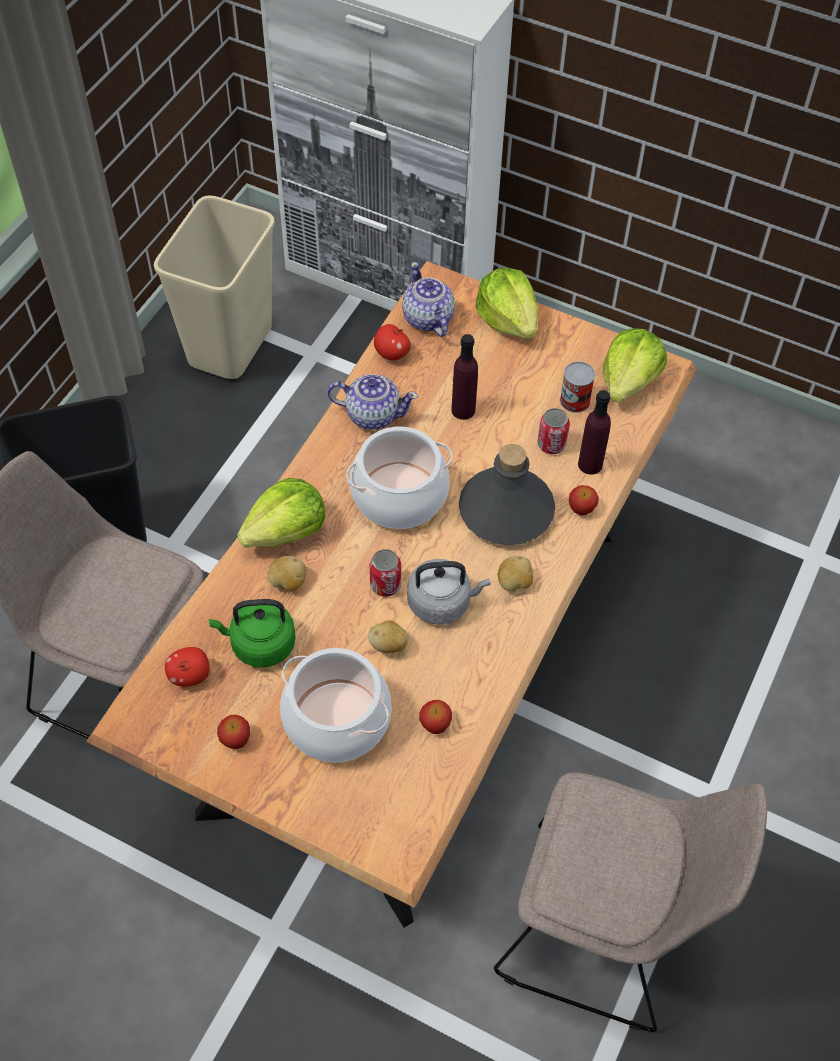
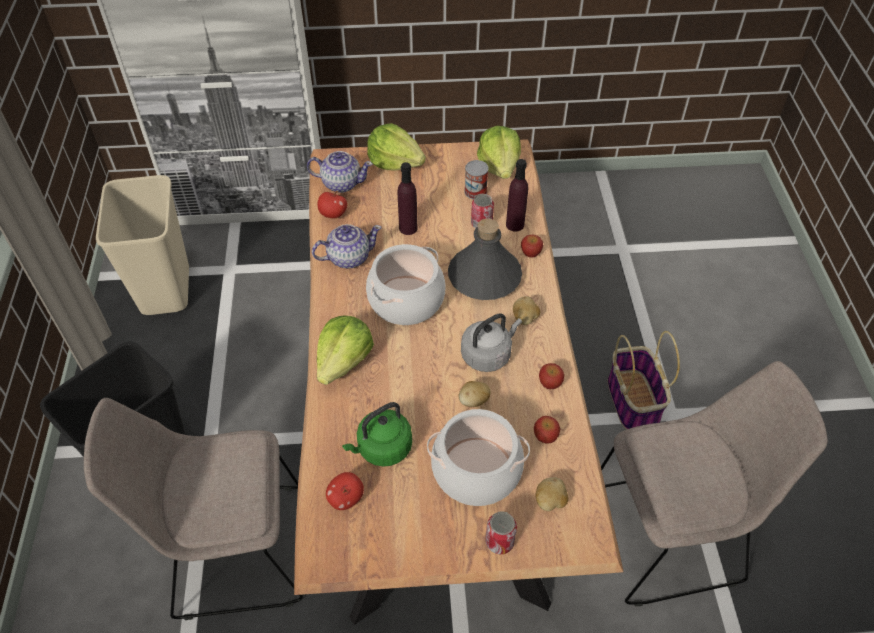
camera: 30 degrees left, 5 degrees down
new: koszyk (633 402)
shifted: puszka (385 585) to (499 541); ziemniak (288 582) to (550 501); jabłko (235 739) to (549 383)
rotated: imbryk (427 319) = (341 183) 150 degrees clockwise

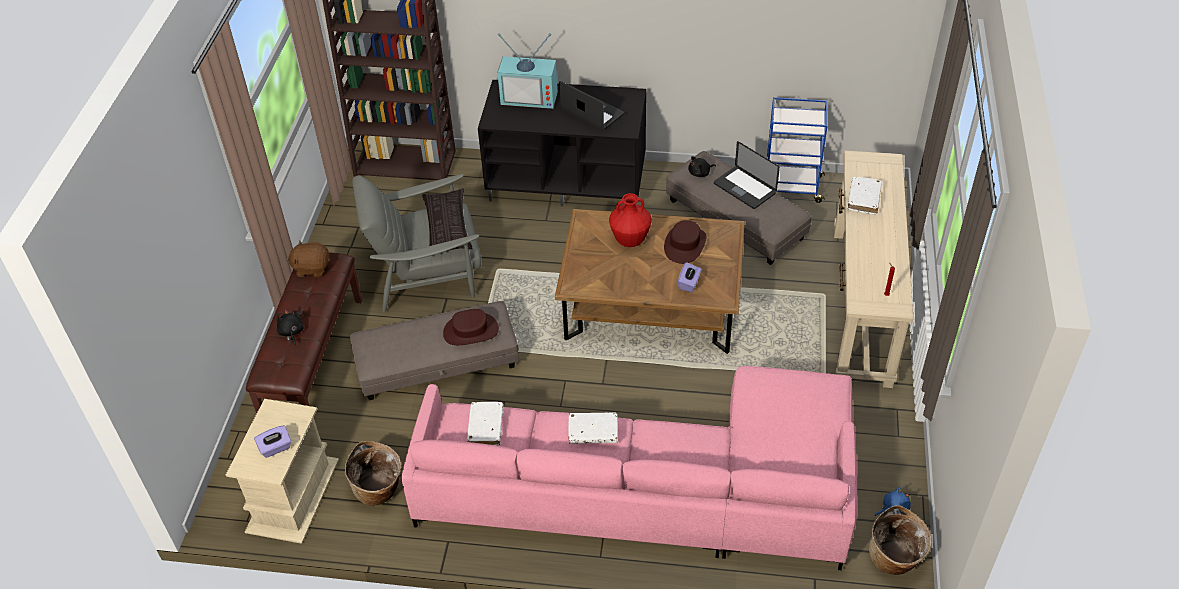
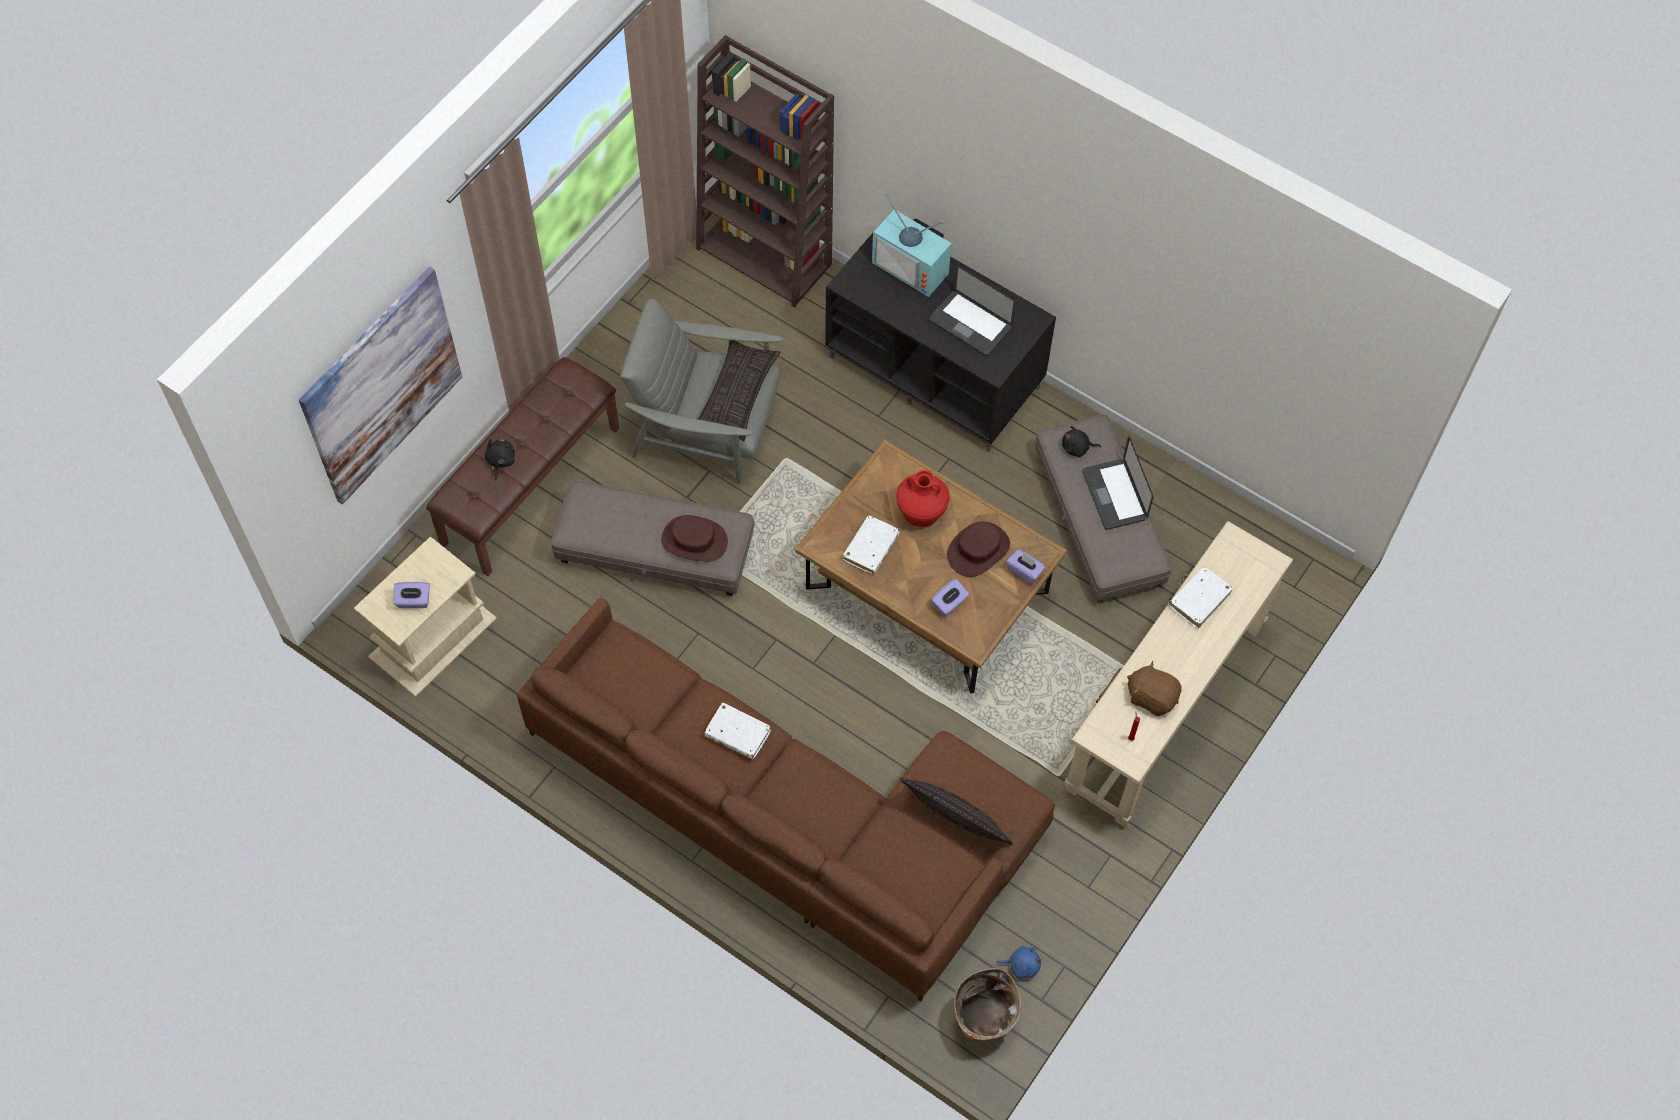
camera: 25 degrees right, 15 degrees up
gone: wózek [niebieski] (791 187); koszyk (379 490)
new: obraz (382 386); pudełko chusteczek [fioletowy] (1024 571); poduszka (955 820)
shifted: pluszak [brązowy] (311 268) to (1152 696); książka [biały] (485 427) to (870 548)
repainted: kanapa [różowy] (656 489) to kanapa [brązowy] (792 816)
rotated: laptop (592 112) = (970 324) 150 degrees clockwise

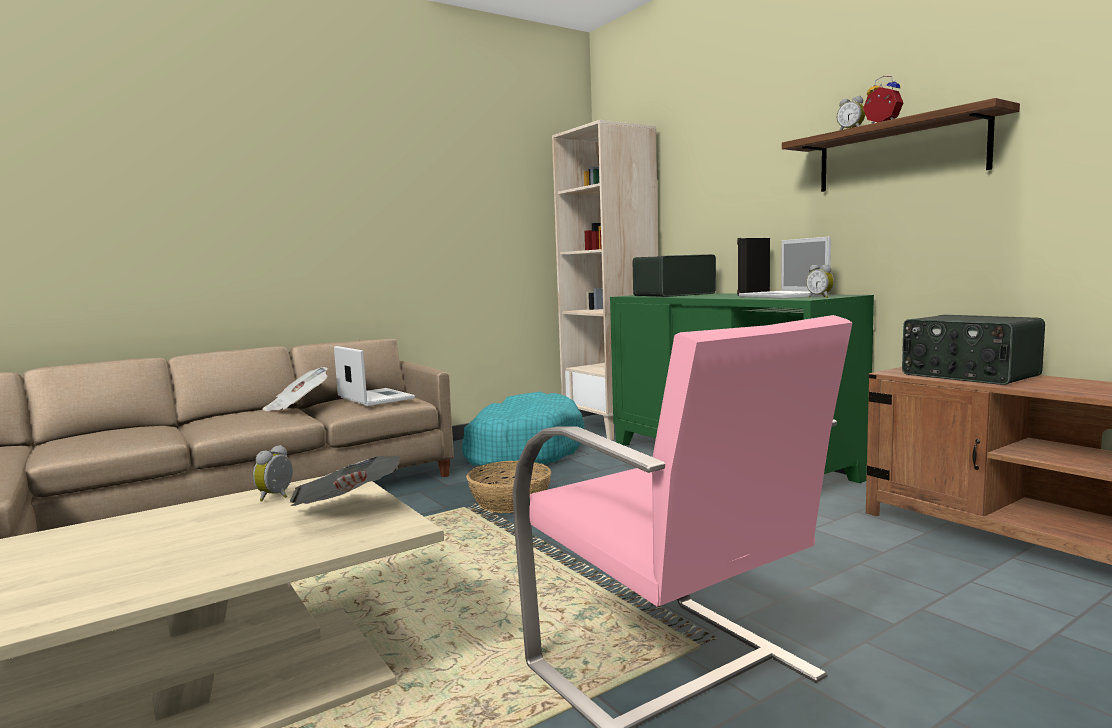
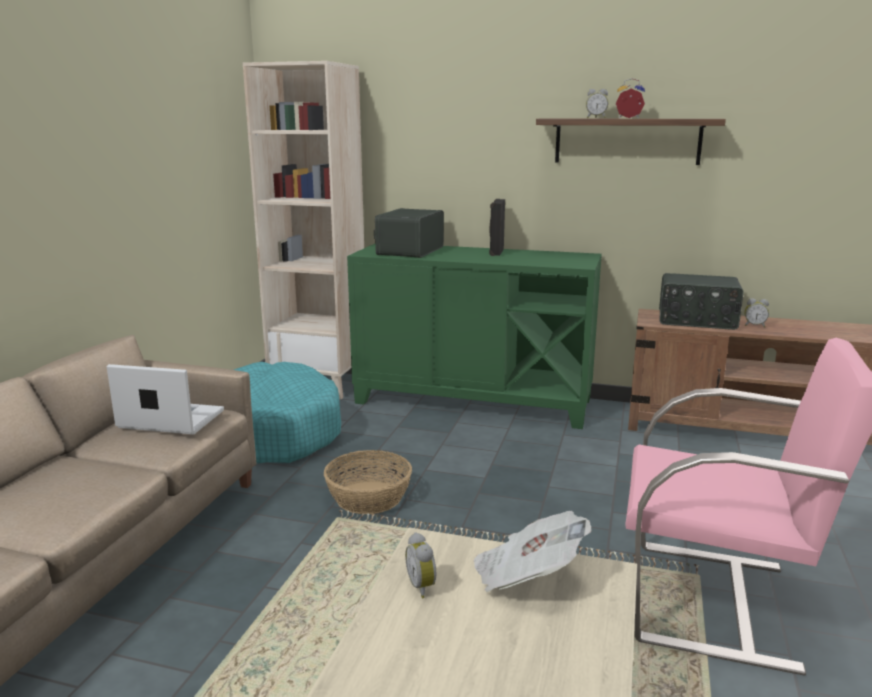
camera: 40 degrees left, 10 degrees up
gone: laptop (784 296); gazeta (297 406)
shifted: budzik (820 297) to (754 326)

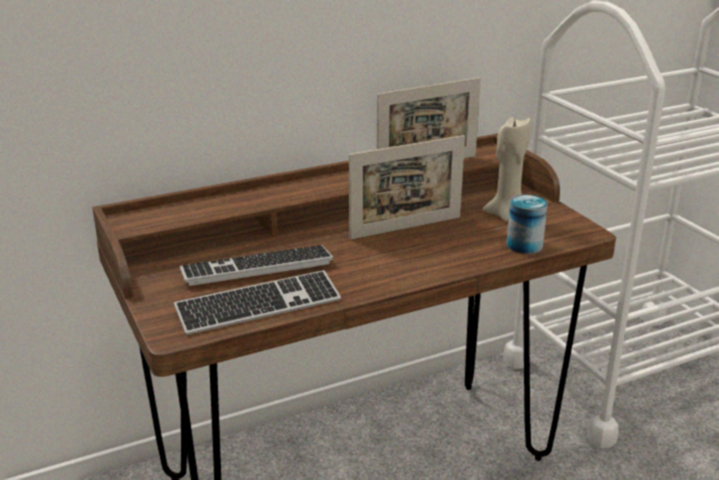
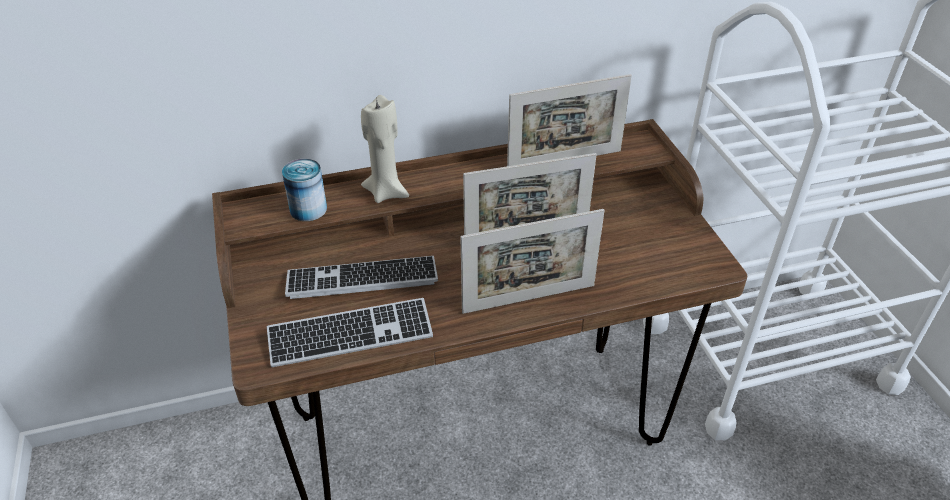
camera: 10 degrees right, 15 degrees up
new: ramka na zdjęcie (529 299)
shifted: świeca [beżowy] (506 214) to (386 192); puszka (524 245) to (308 209)

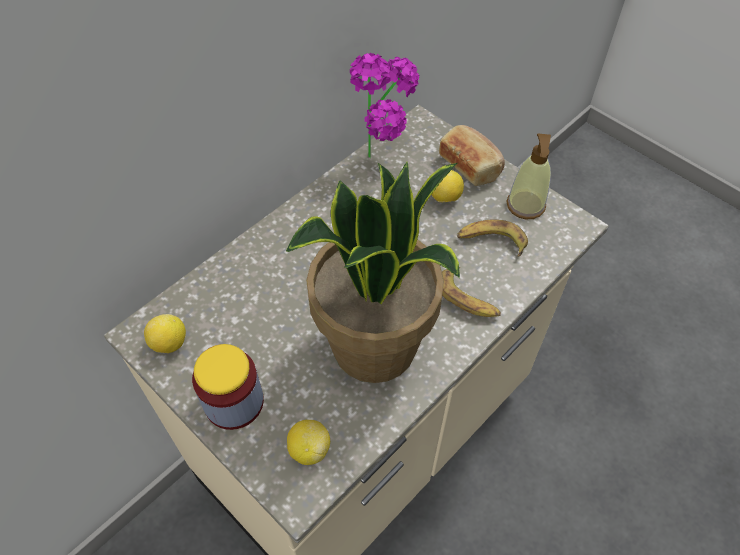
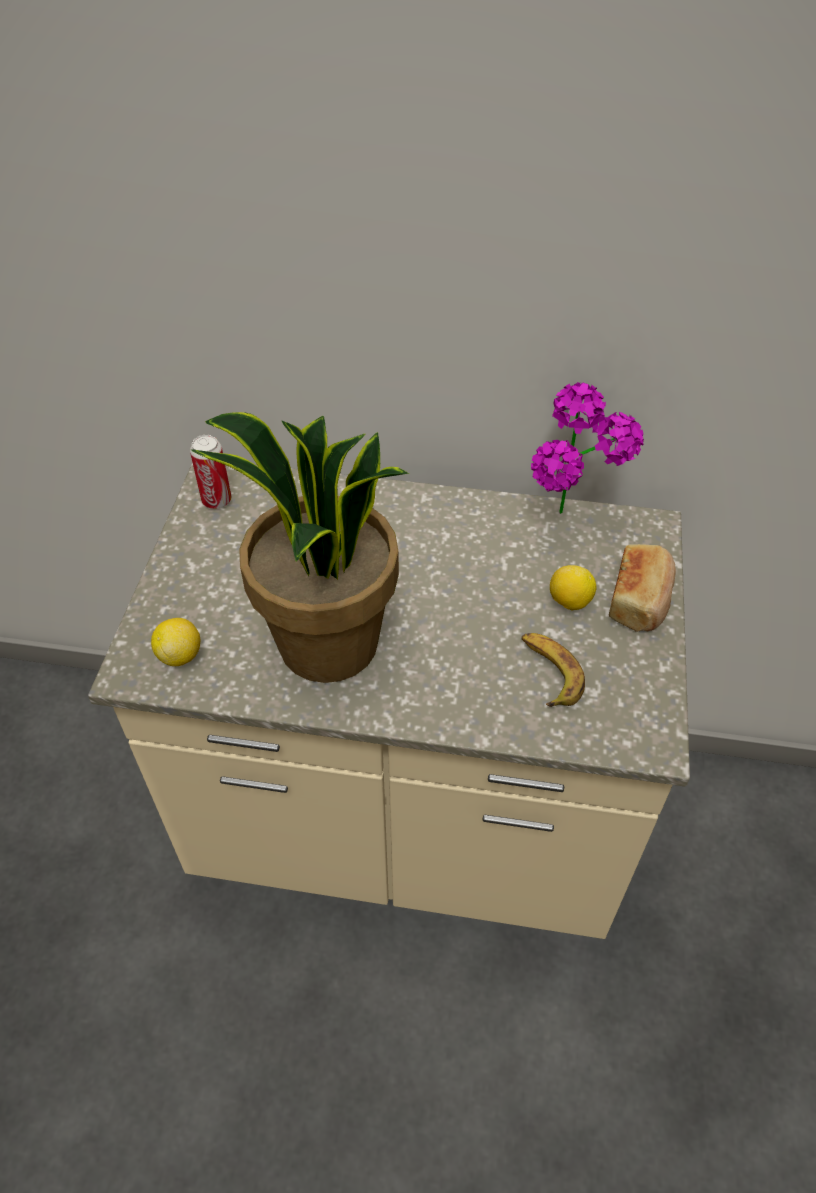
camera: 55 degrees right, 5 degrees down
gone: dozownik mydła (525 205); banan (468 298); słoik (234 402)
swapped: cytryna (169 343) to puszka (217 500)

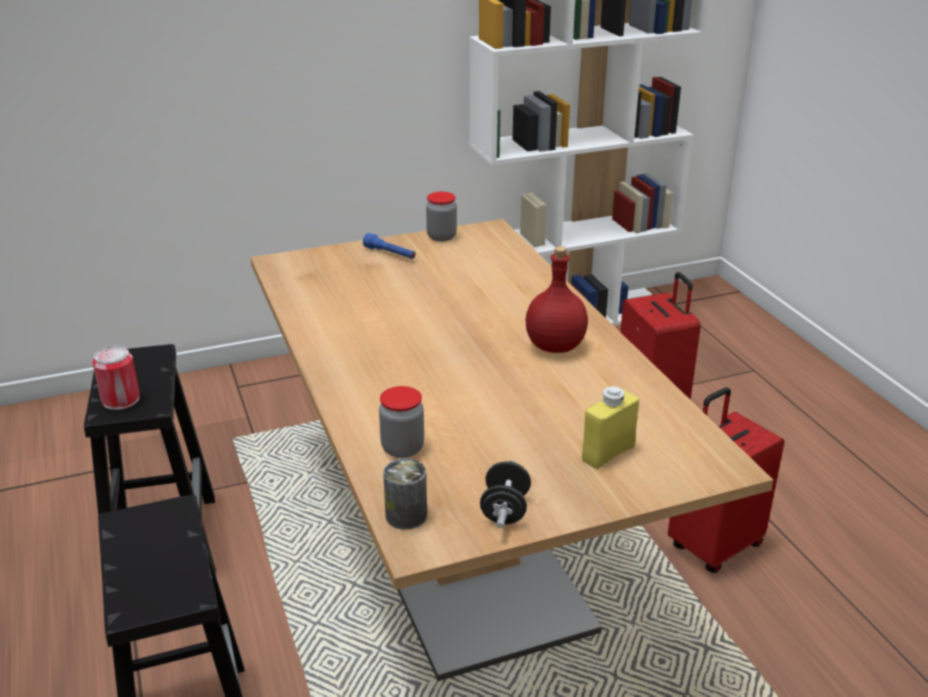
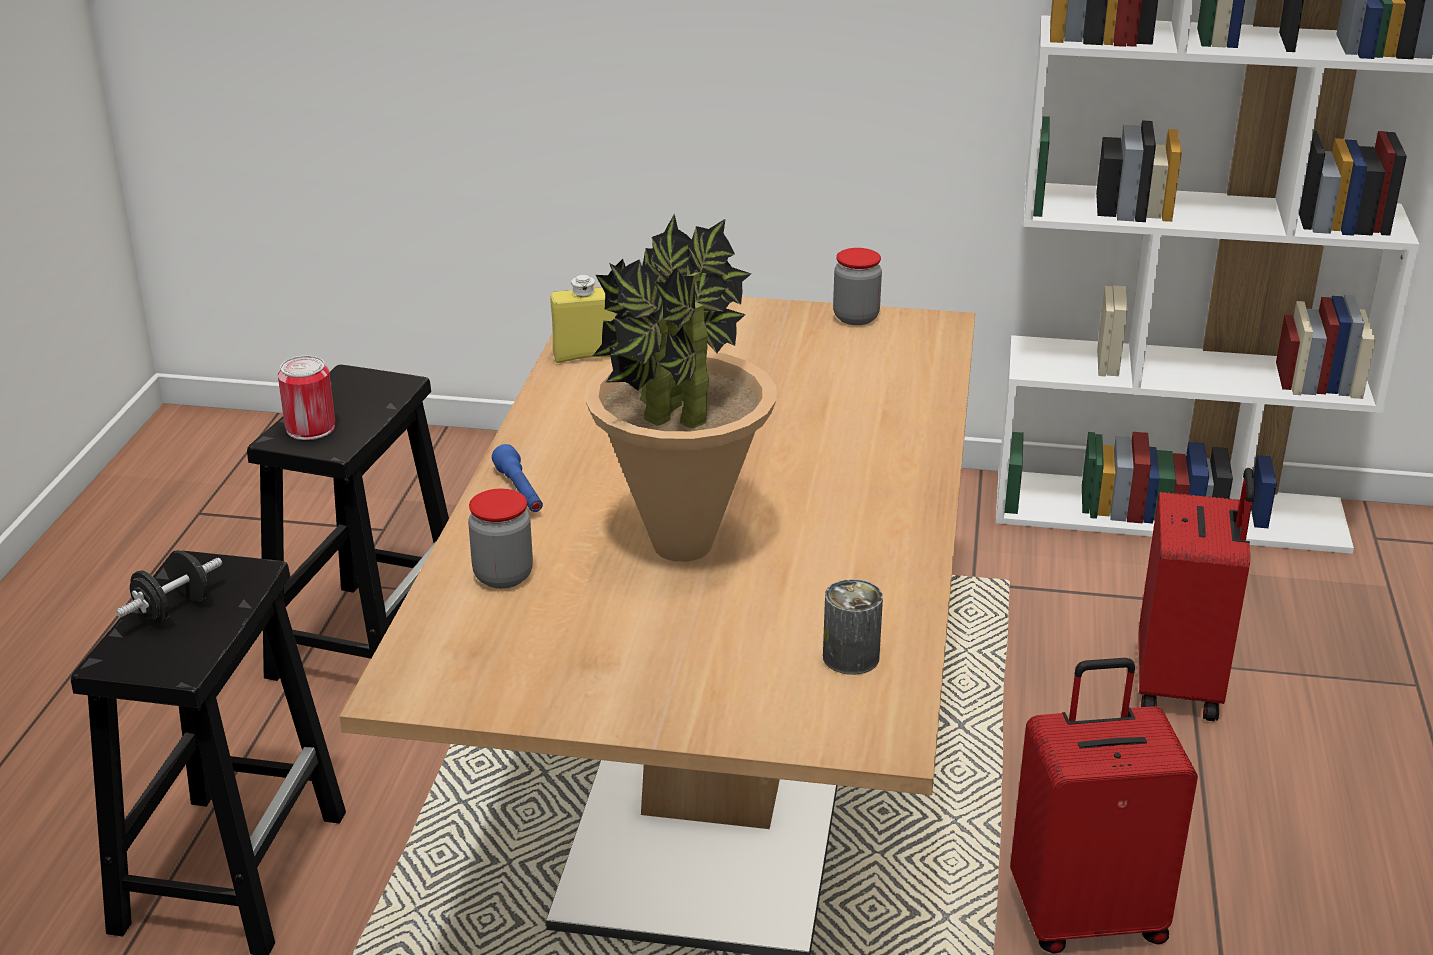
camera: 30 degrees right, 0 degrees up
gone: butelka [czerwony] (554 347)
new: roślina doniczkowa (682 546)
shifted: latarka [niebieski] (390 254) to (520 492); butelka [żółty] (608 453) to (586 355); puszka (406 515) to (851 657); hantel [czarny] (505 510) to (173 609)

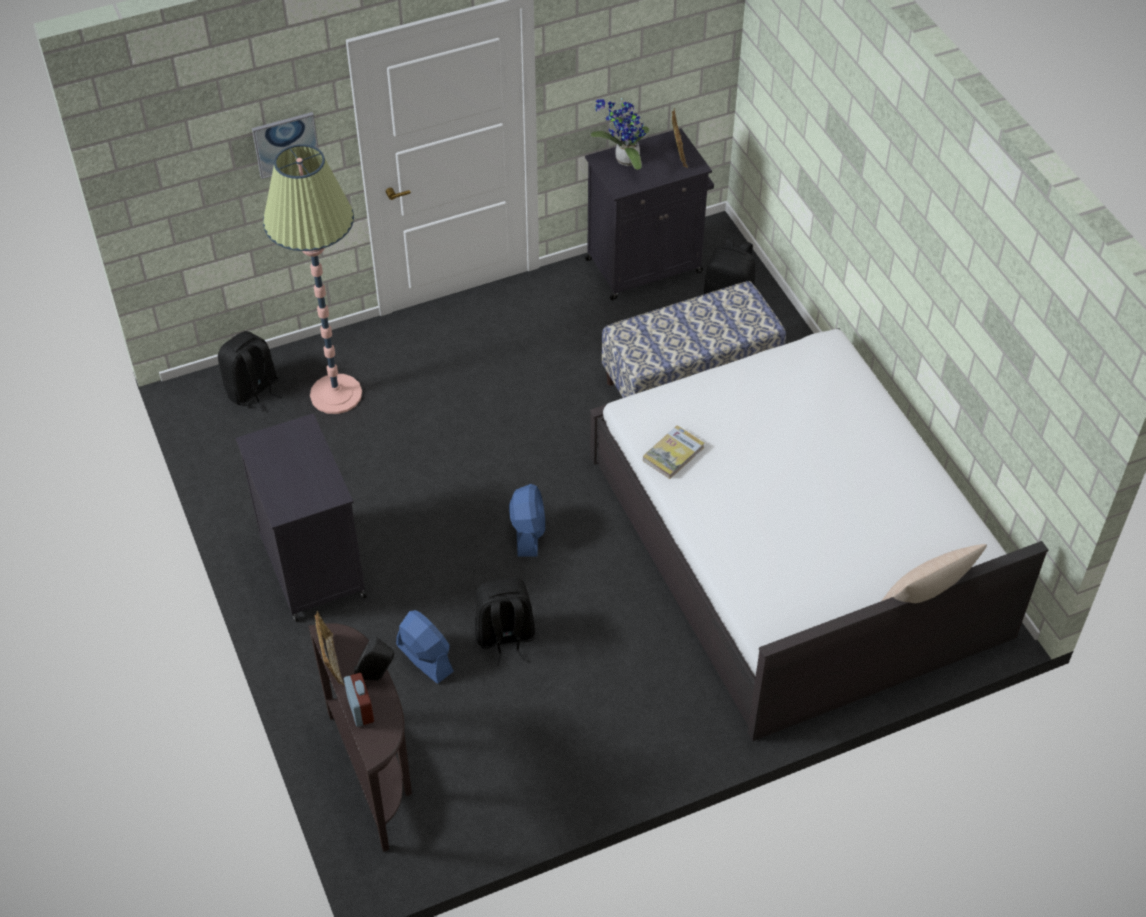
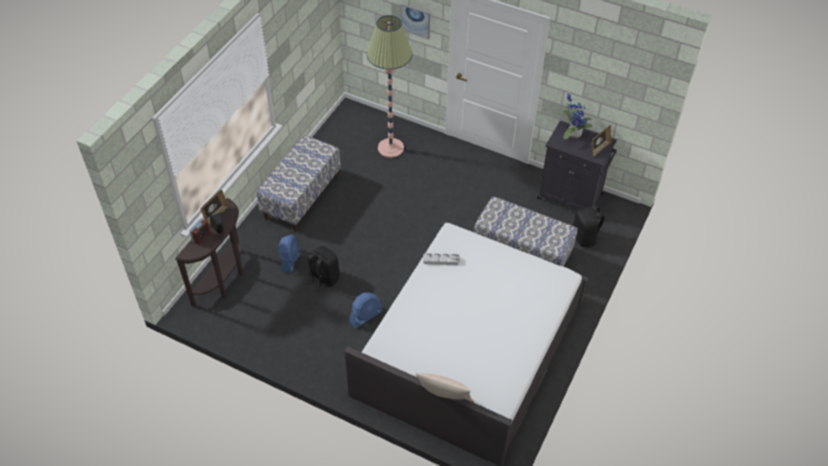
camera: 50 degrees right, 0 degrees up
gone: plecak [czarny] (253 391)
shifted: wentylator [niebieski] (528 532) to (366 316)
swapped: szafka [czarny] (311 564) to ławka (301 197); książka (673 454) to taca [szary] (441 260)

